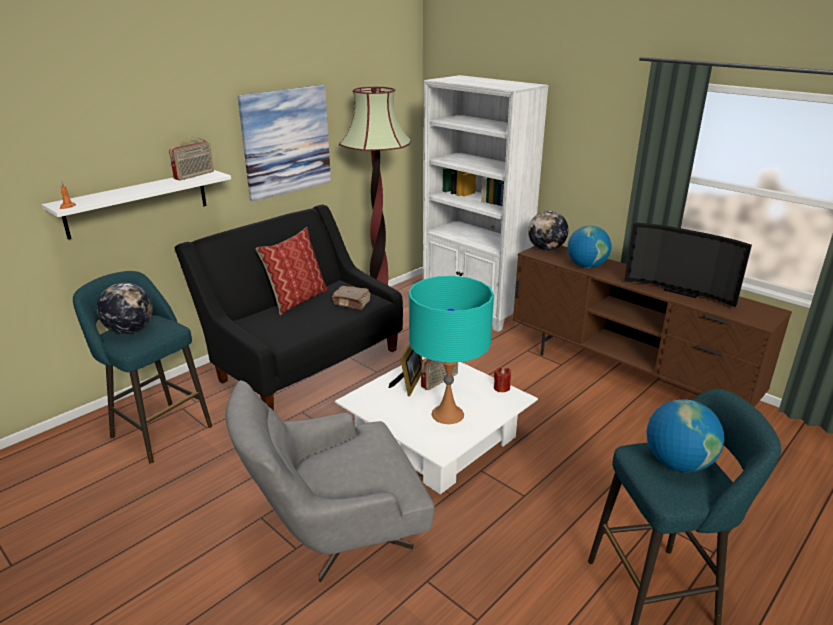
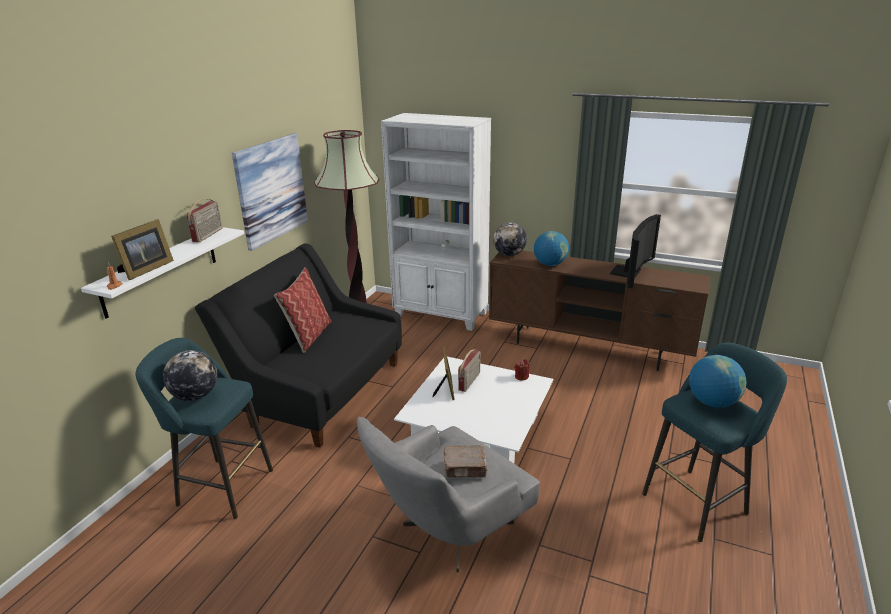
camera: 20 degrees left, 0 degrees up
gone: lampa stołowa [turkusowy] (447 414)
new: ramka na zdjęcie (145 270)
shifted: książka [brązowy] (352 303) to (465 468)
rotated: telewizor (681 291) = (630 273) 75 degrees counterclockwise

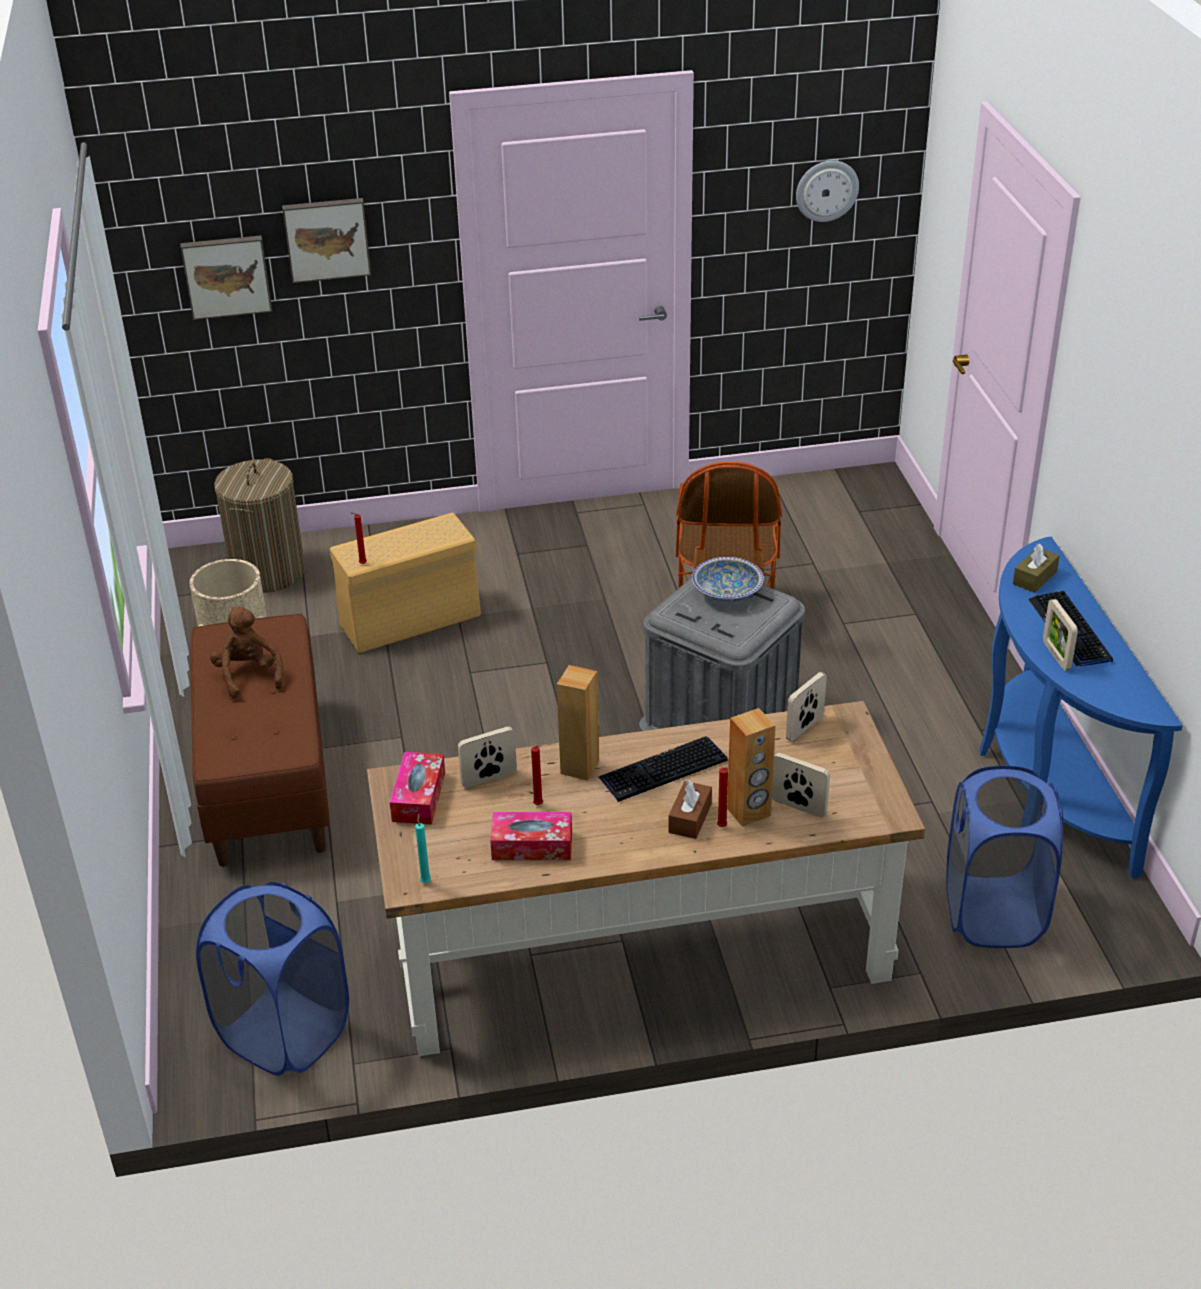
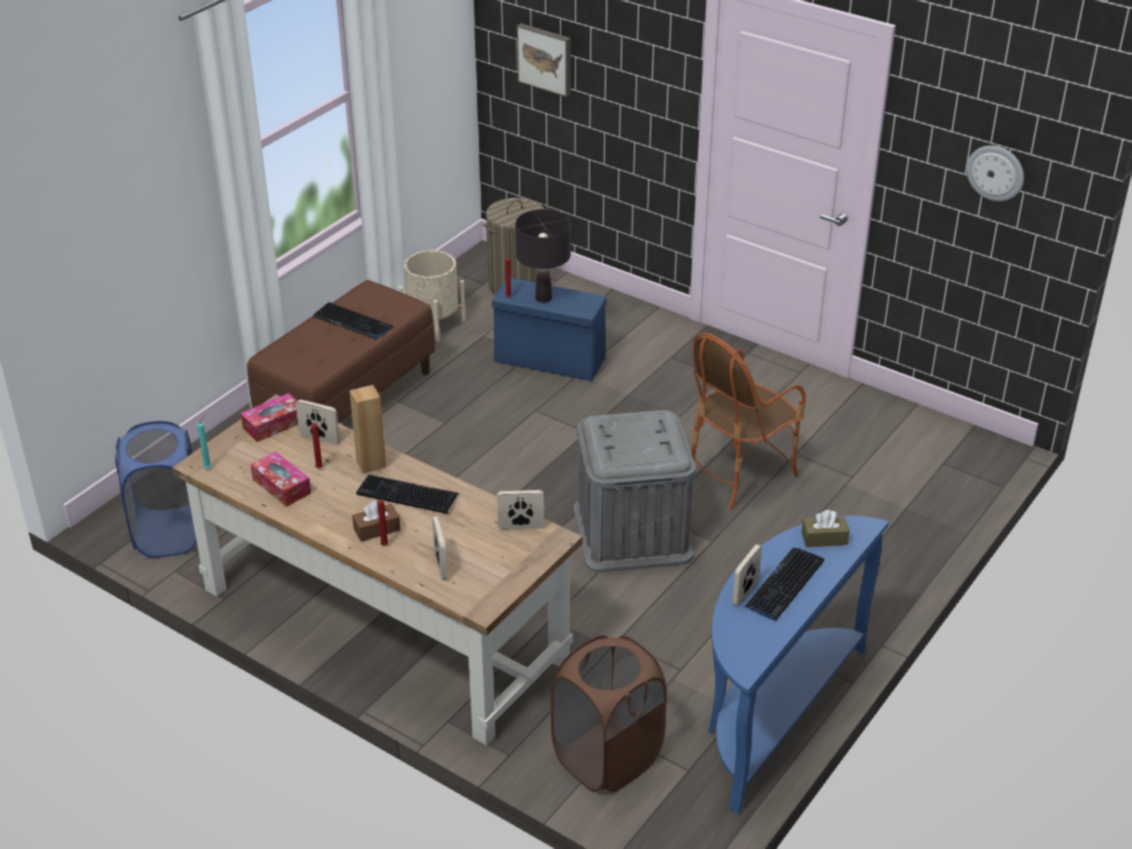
camera: 45 degrees right, 0 degrees up
gone: obraz (326 238); miska (727 592); głośnik [brązowy] (749 812)
new: lampa stołowa [czarny] (543 298)
swapped: pluszak [brązowy] (249 675) to klawiatura (352 322)
repainted: pojemnik do przechowywania [beżowy] (408 621) to pojemnik do przechowywania [niebieski] (548 359); kosz na pranie [niebieski] (993 913) to kosz na pranie [brązowy] (607 758)

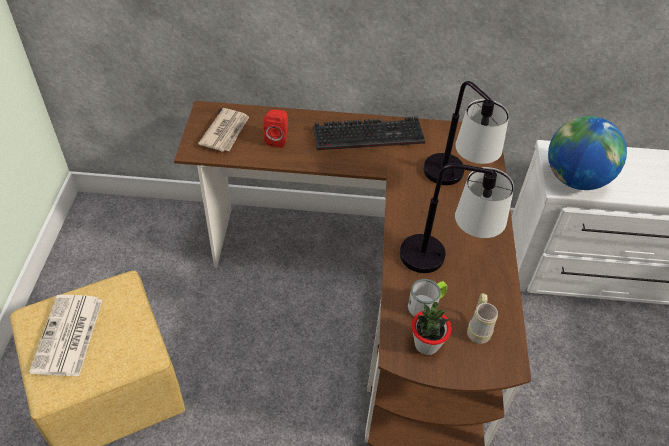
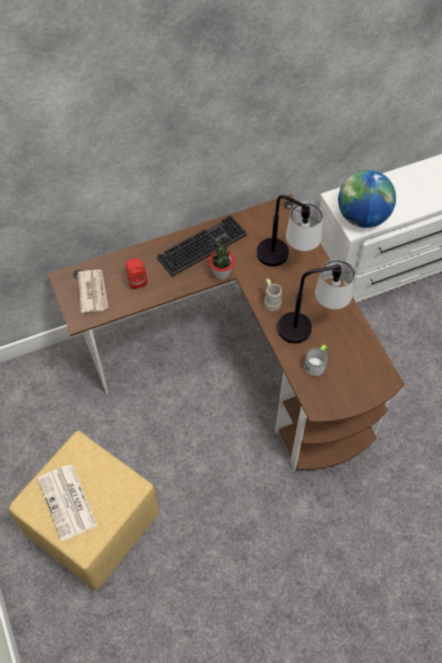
camera: 25 degrees left, 10 degrees up
shifted: kubek [beżowy] (478 329) to (271 302); roślina doniczkowa (426 344) to (221 273)

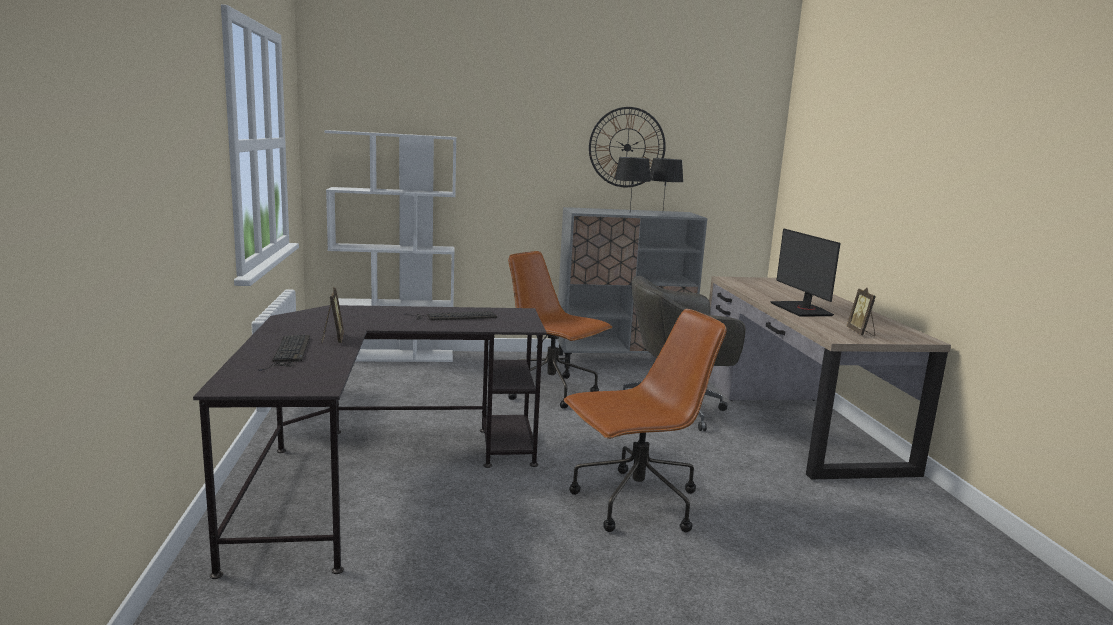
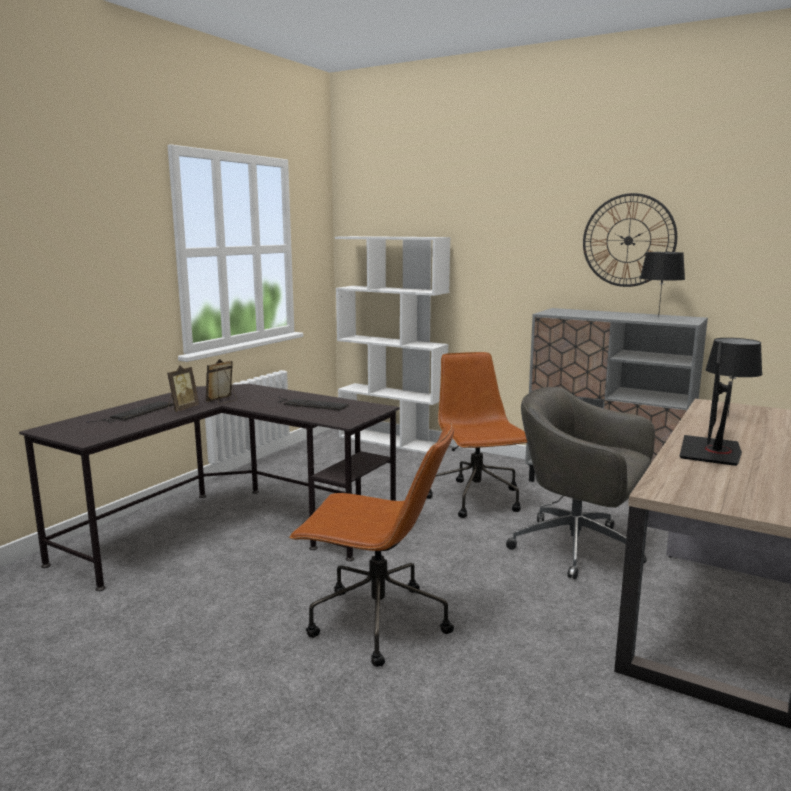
camera: 40 degrees right, 0 degrees up
shifted: lampa stołowa [czarny] (630 213) to (728 416); ramka na zdjęcie (861 333) to (222 401)

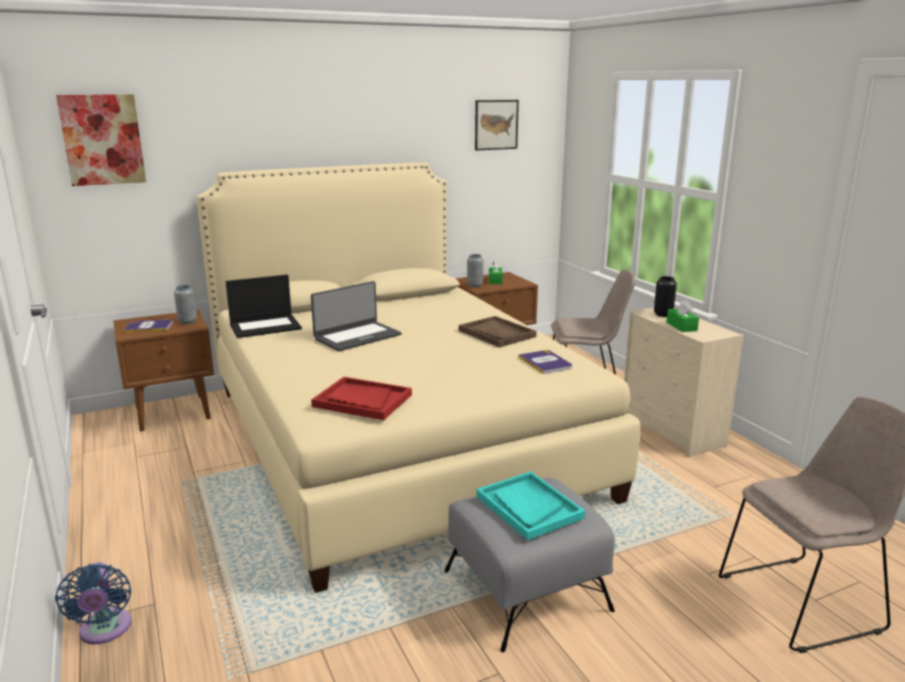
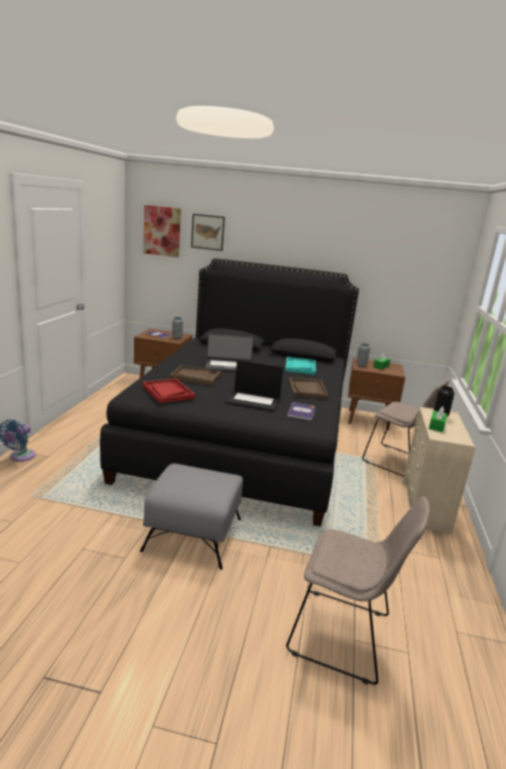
camera: 35 degrees right, 0 degrees up
new: taca [brązowy] (195 377)
shifted: obraz (496 125) to (208 232); laptop (266 326) to (254 401); taca [turkusowy] (528 507) to (300 367)
repainted: łóżko [beżowy] (395 439) to łóżko [czarny] (242 438)

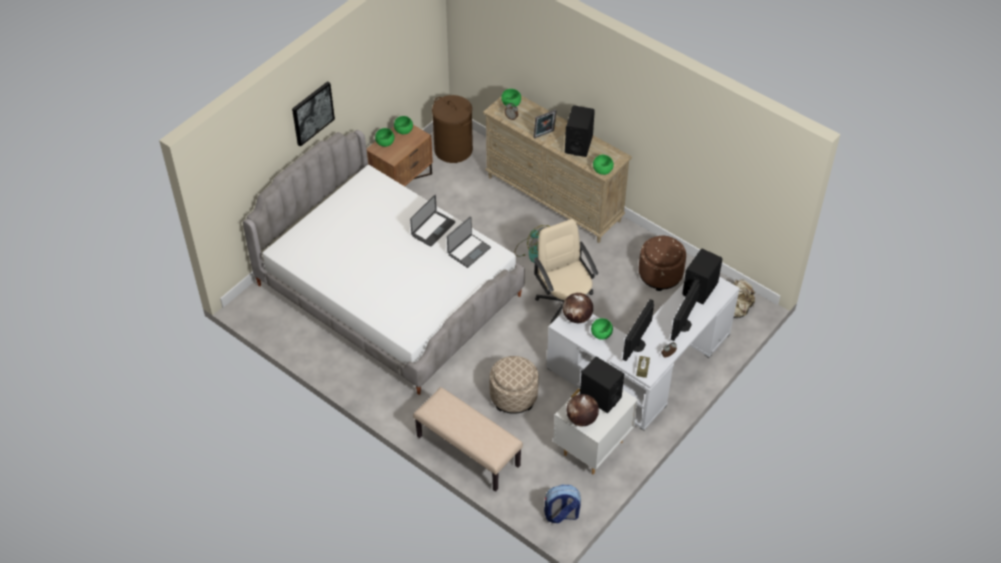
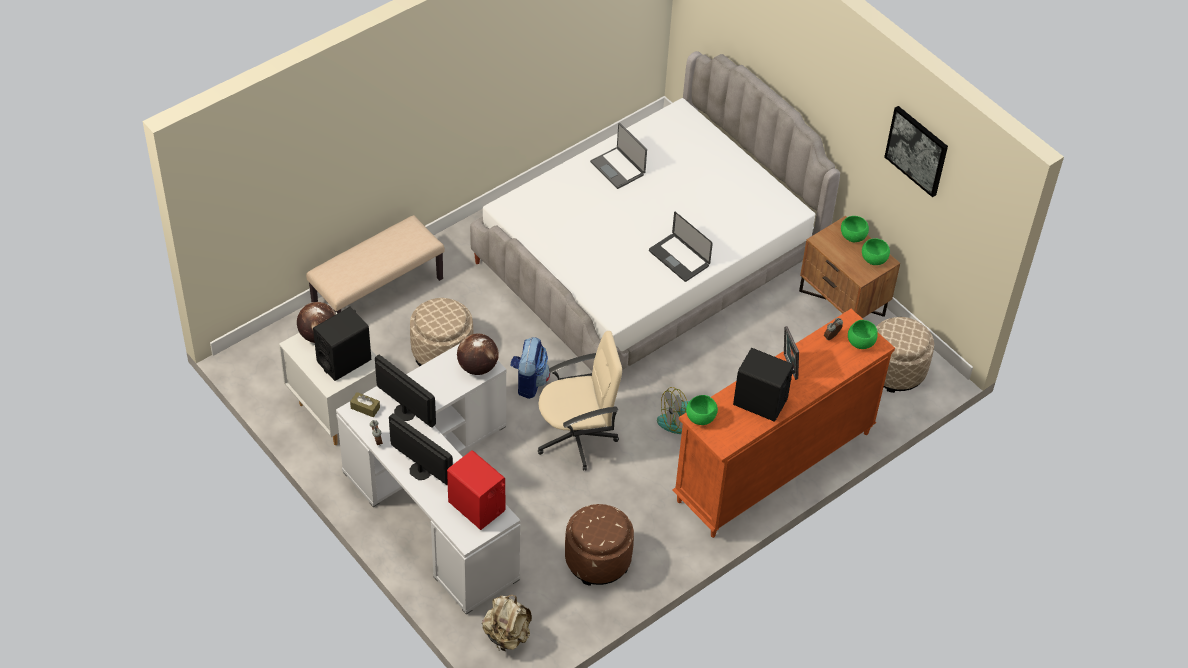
camera: 100 degrees right, 0 degrees up
gone: miska [zielony] (601 334)
shifted: obraz (312 113) to (917 150); laptop (468 251) to (618 168); plecak (561 515) to (529 382)
swapped: kosz na pranie [brązowy] (453 149) to pufa [beżowy] (895 370)
repainted: komoda [beżowy] (554 199) to komoda [pomarańczowy] (773 467); głośnik [czarny] (700 289) to głośnik [czerwony] (477 507)

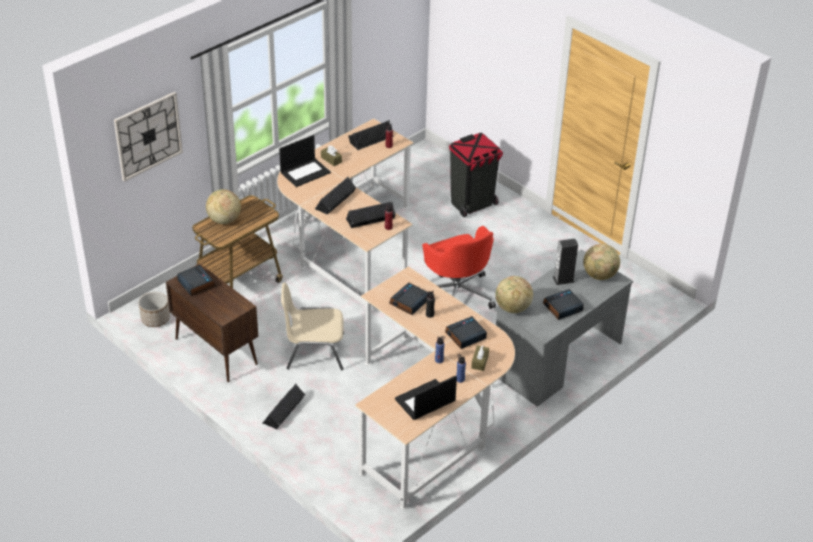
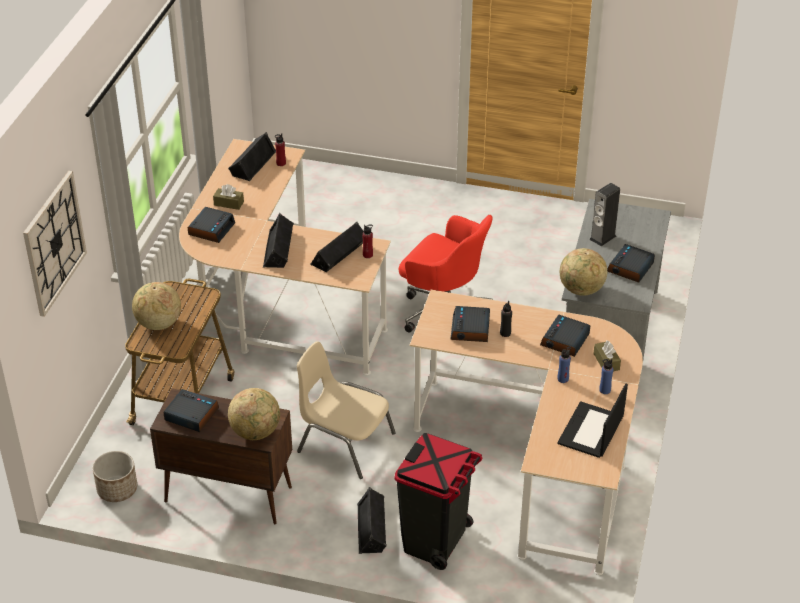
camera: 30 degrees left, 0 degrees up
shifted: kosz na śmieci [czarny] (472 204) to (435 540); globus (600 275) to (256 432)
swapped: laptop (305 172) to budzik (211 229)
rotated: krzesło [beżowy] (314 351) = (344 442) 60 degrees clockwise

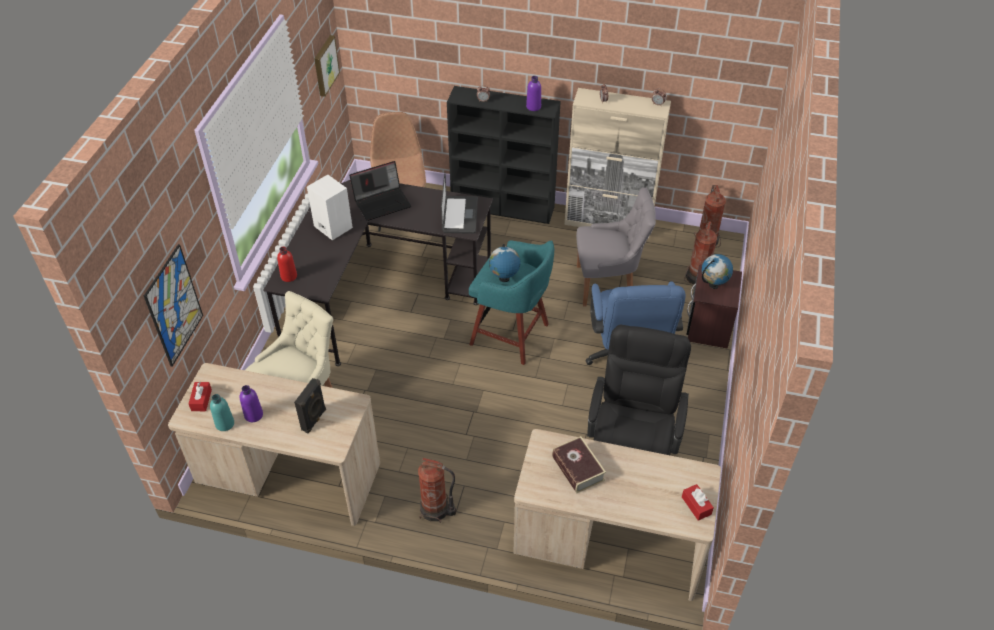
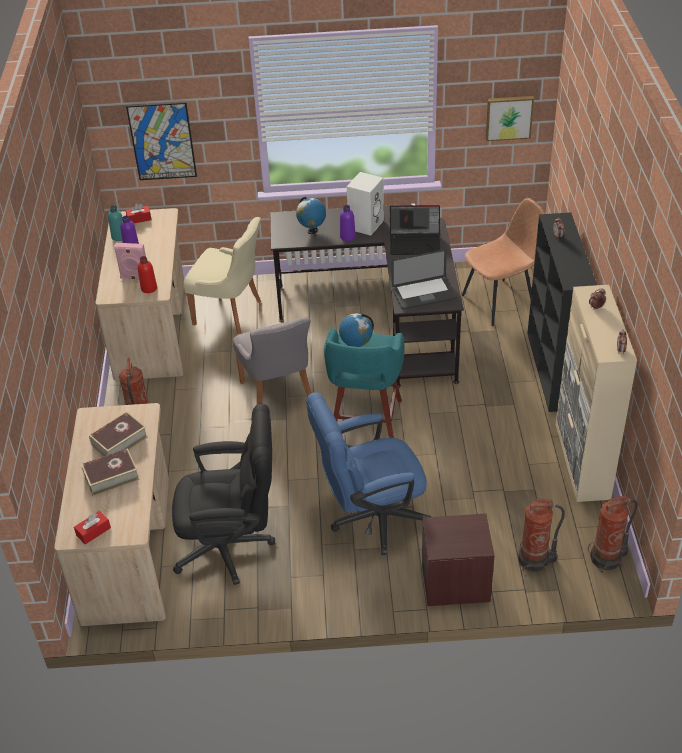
camera: 75 degrees right, 5 degrees down
new: książka (111 476)
shifted: butelka [fioletowy] (533 107) to (347 236); krzesło [szary] (607 284) to (278 393); butelka [czerwony] (289 276) to (149 288); globus (713 285) to (312 231)
repainted: głośnik [czarny] (314 420) to głośnik [różowy] (135 278)
rotated: laptop (382 202) = (415 242) 45 degrees counterclockwise

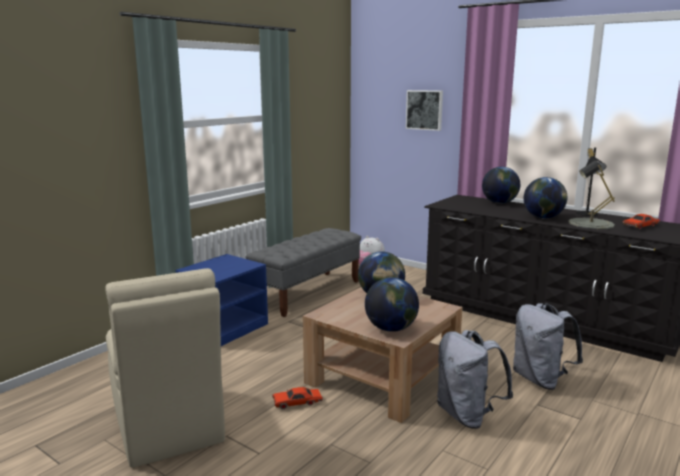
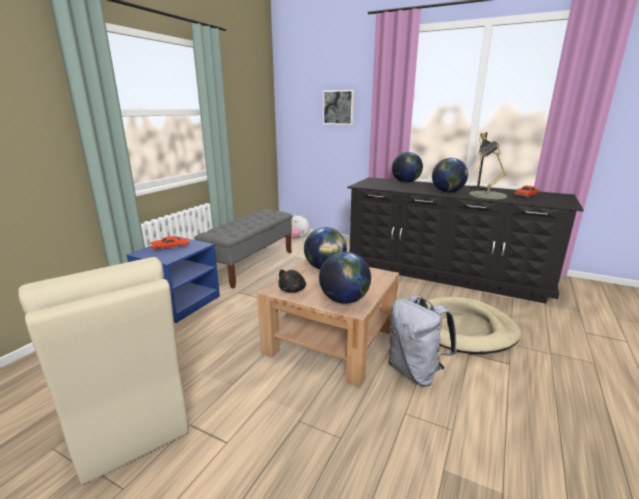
camera: 10 degrees left, 5 degrees up
new: pluszak [czarny] (293 290)
shifted: samochodzik [czerwony] (297 402) to (170 247)
swapped: plecak [szary] (540 379) to legowisko [beżowy] (463 328)

